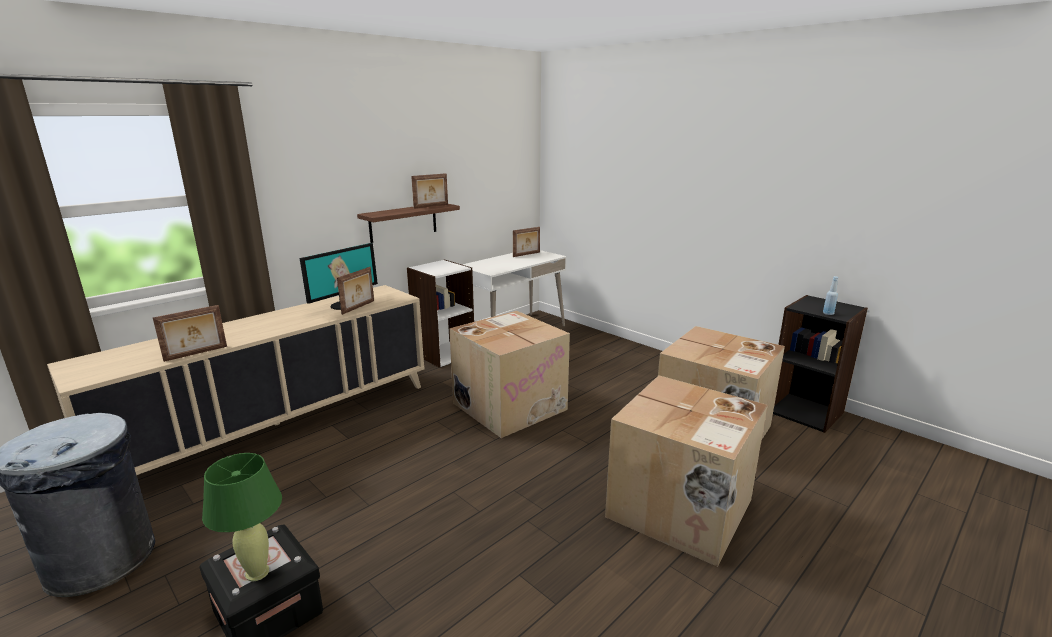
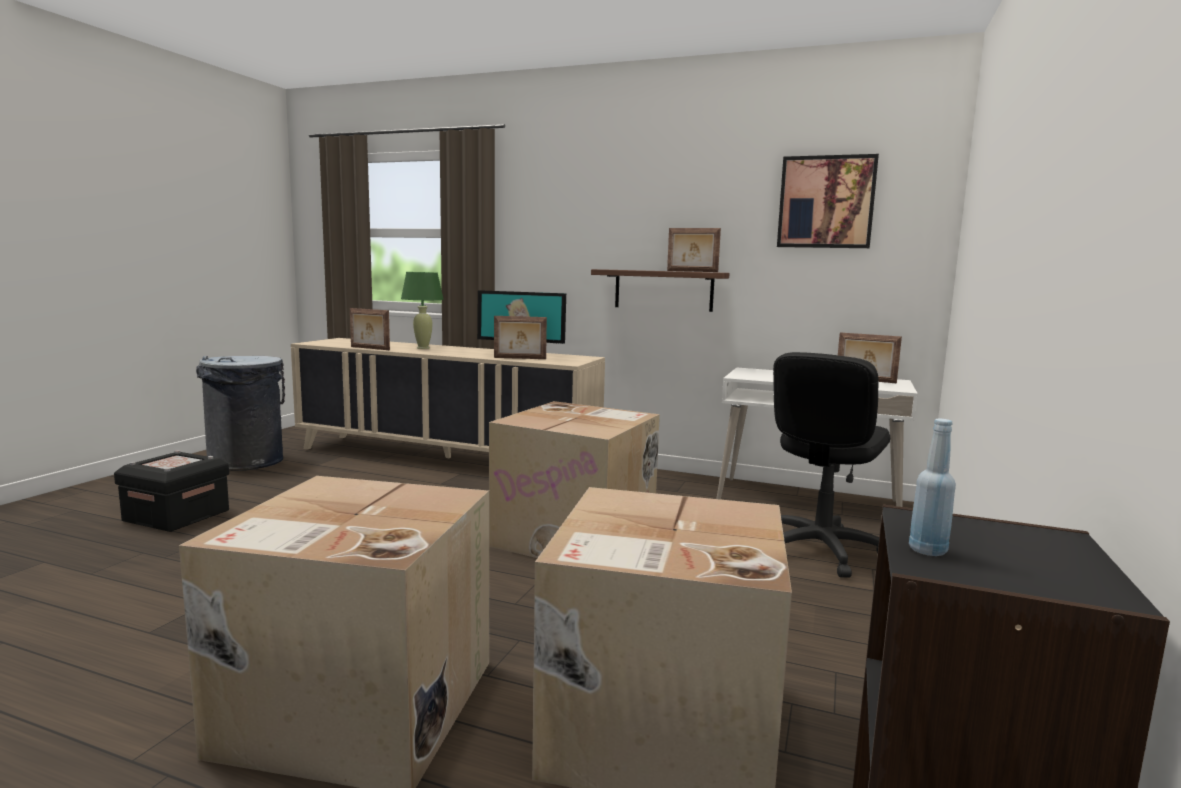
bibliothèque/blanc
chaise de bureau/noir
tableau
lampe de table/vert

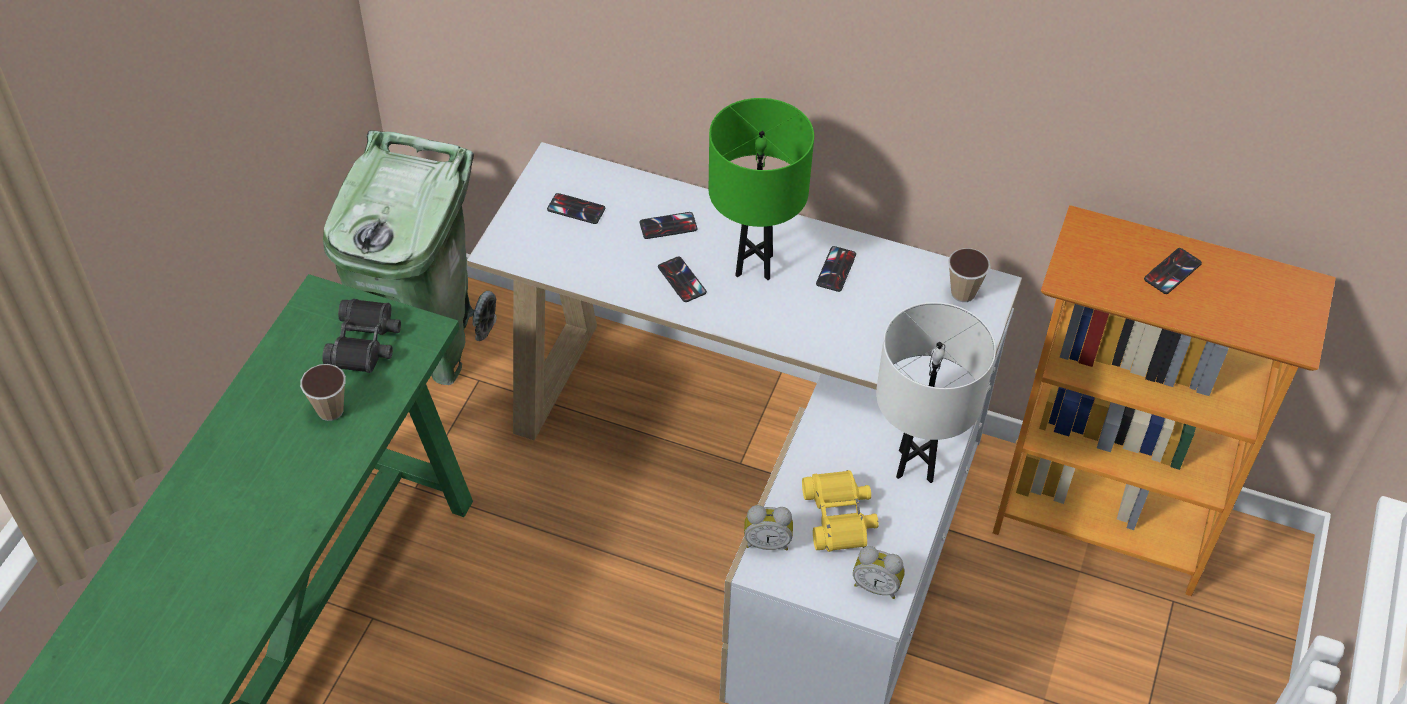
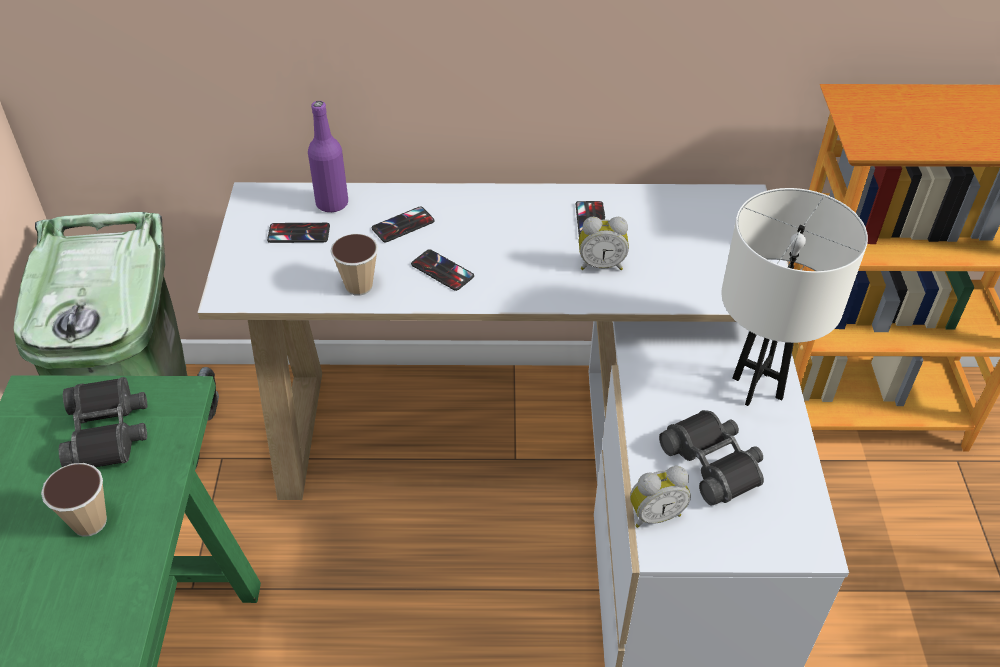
lampe de table/vert
téléphone (5th from left in the first image)
bouteille/violet
réveil (1st from left)
tasse (2nd from left)
jumelles/noir (2nd from left)

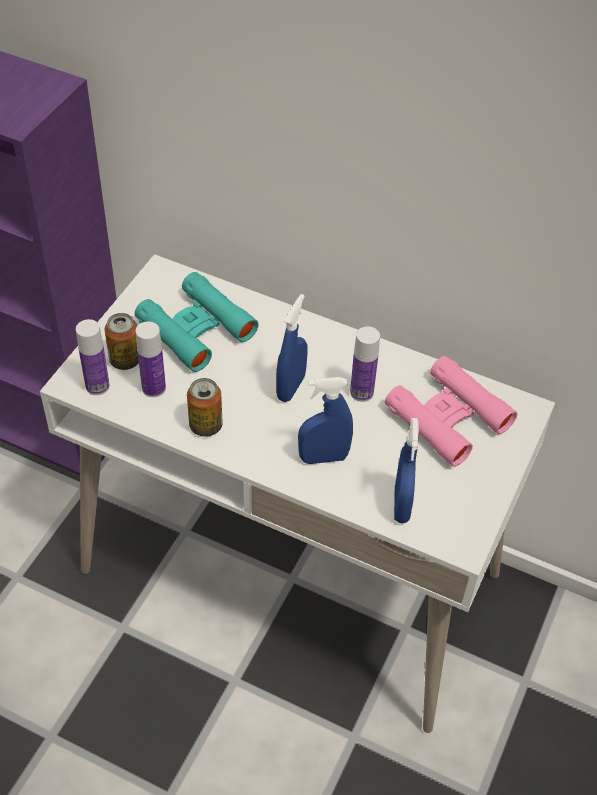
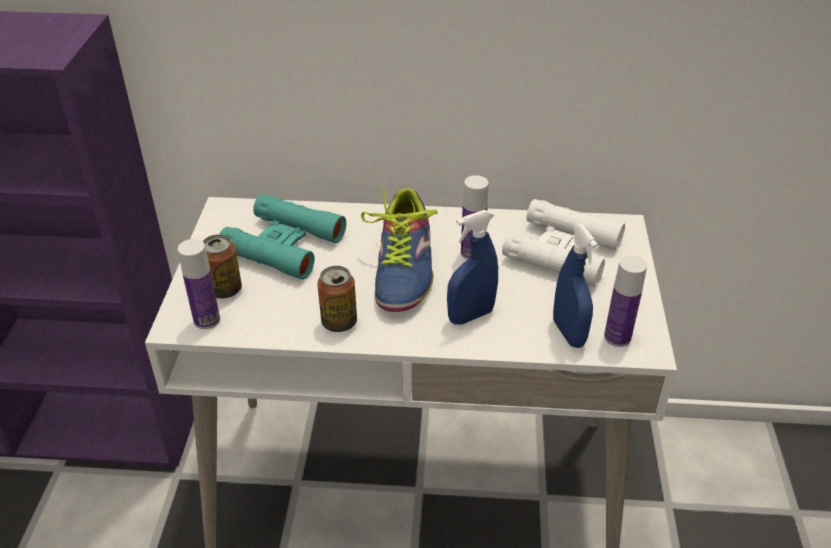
bouteille (3rd from left)
chaussure
jumelles/blanc

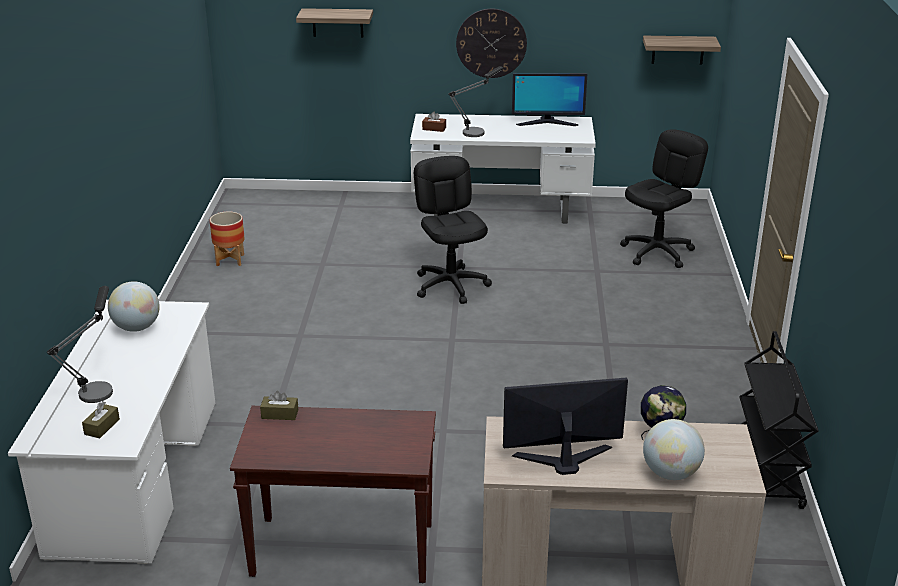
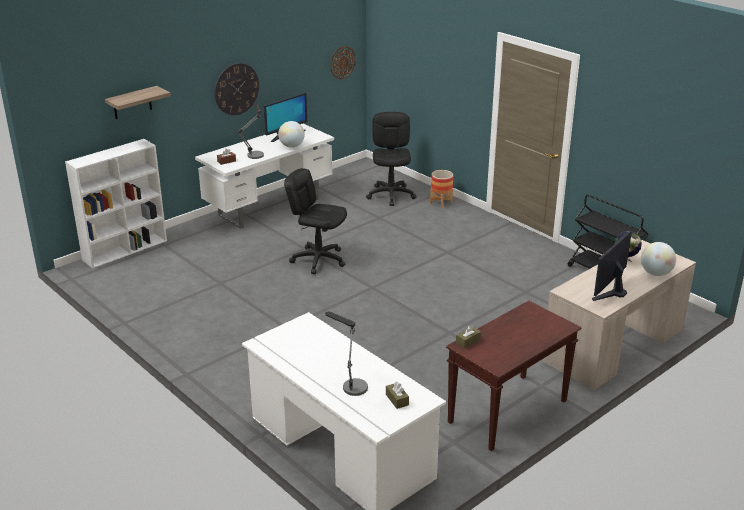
bibliothèque/blanc
globe (1st from left)
cache-pot
horloge murale (2nd from left)

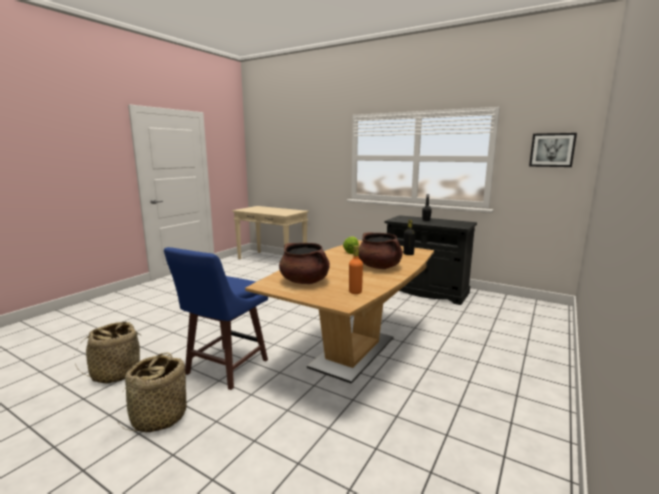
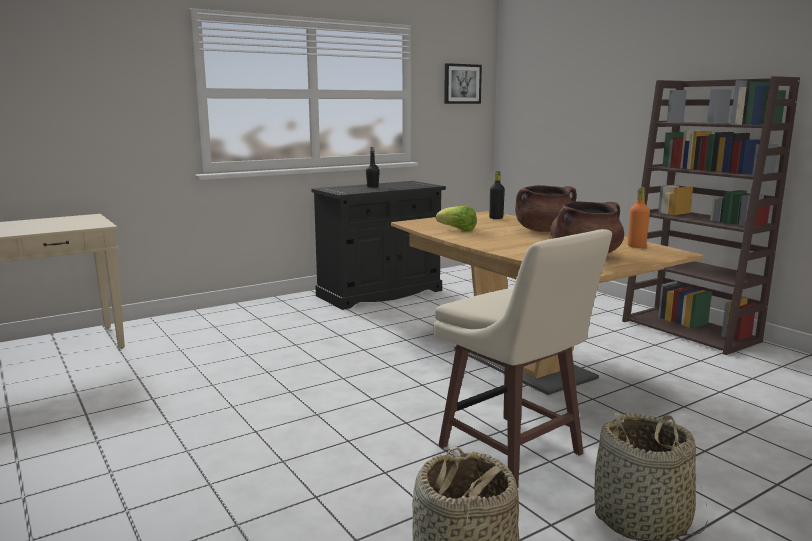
bibliothèque/marron
tabouret/beige

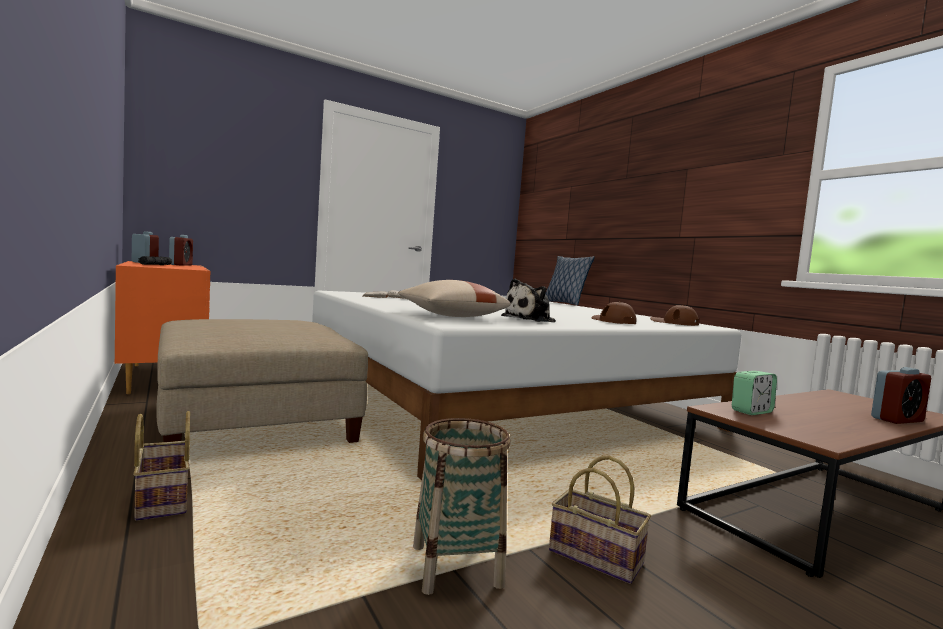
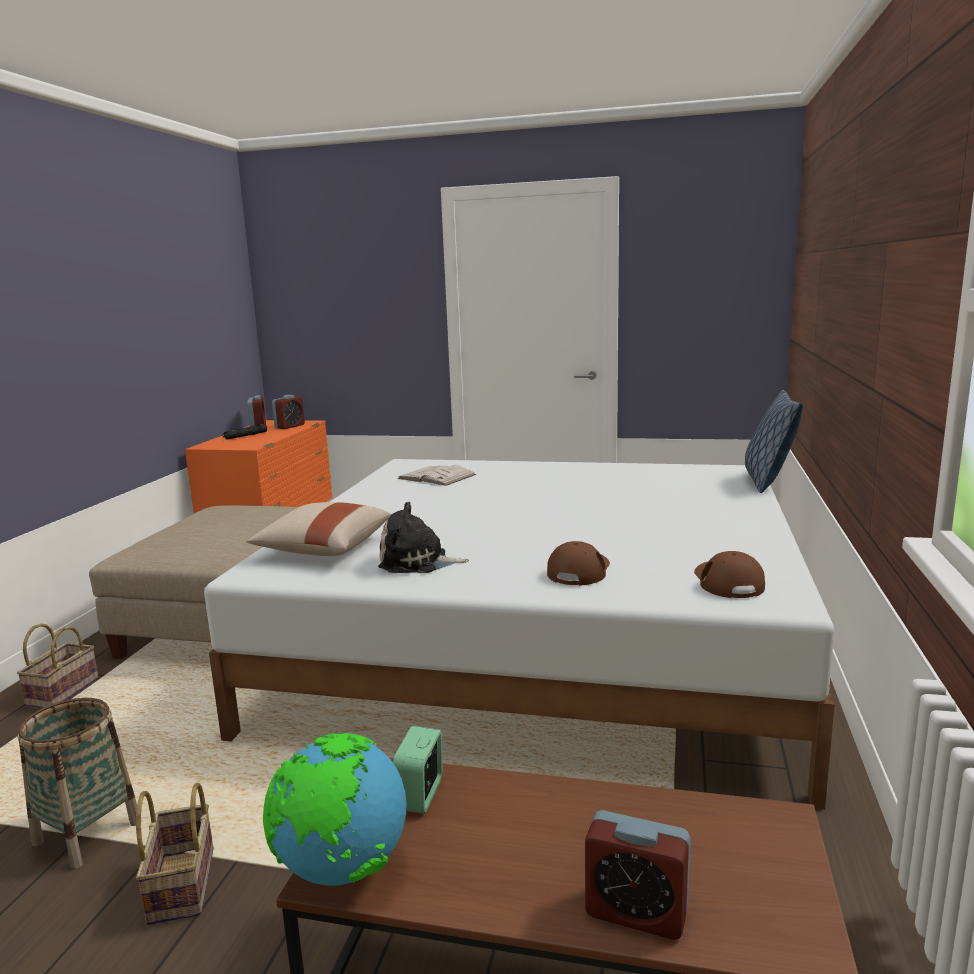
globe
réveil (3rd from left)

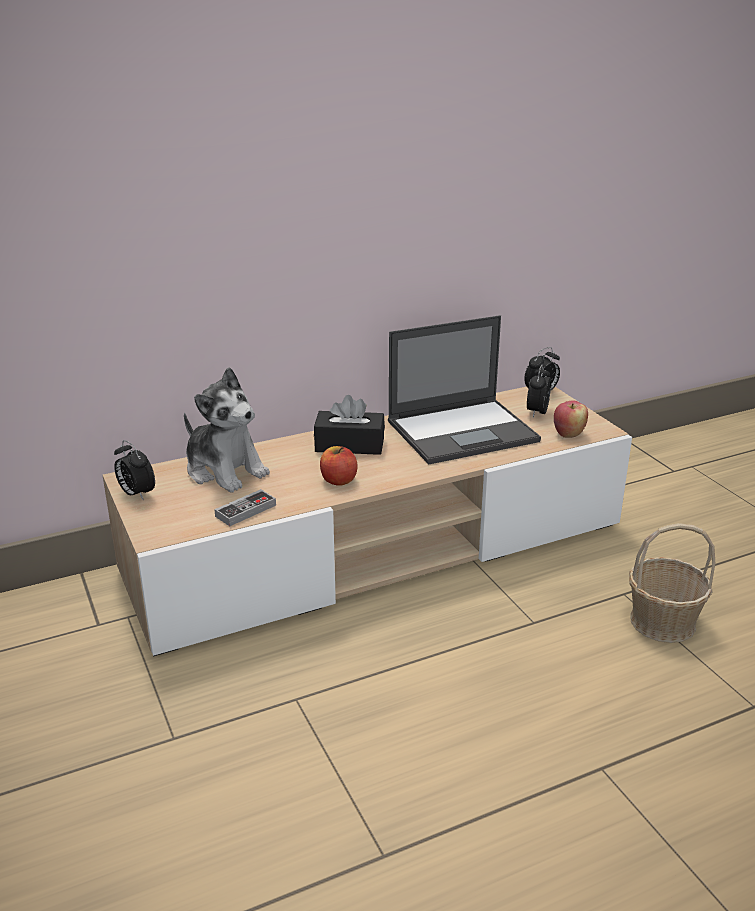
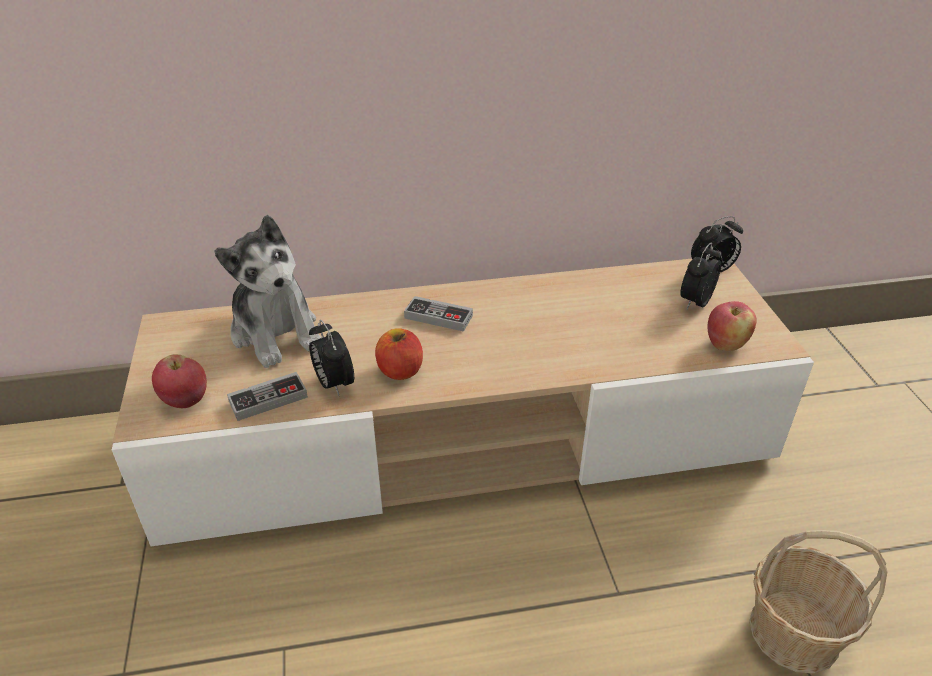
ordinateur portable
pomme (1st from left)
réveil (1st from left)
manette (2nd from left)

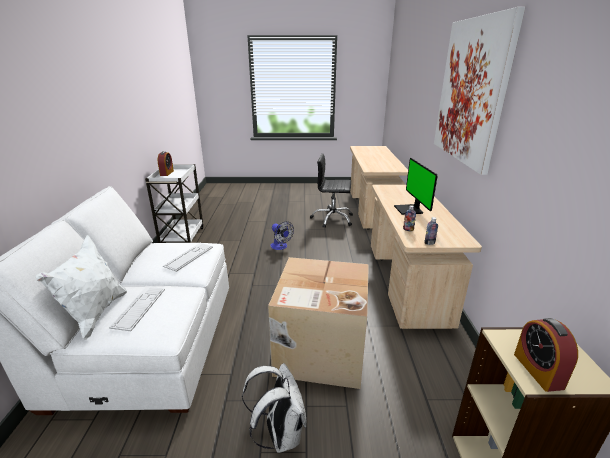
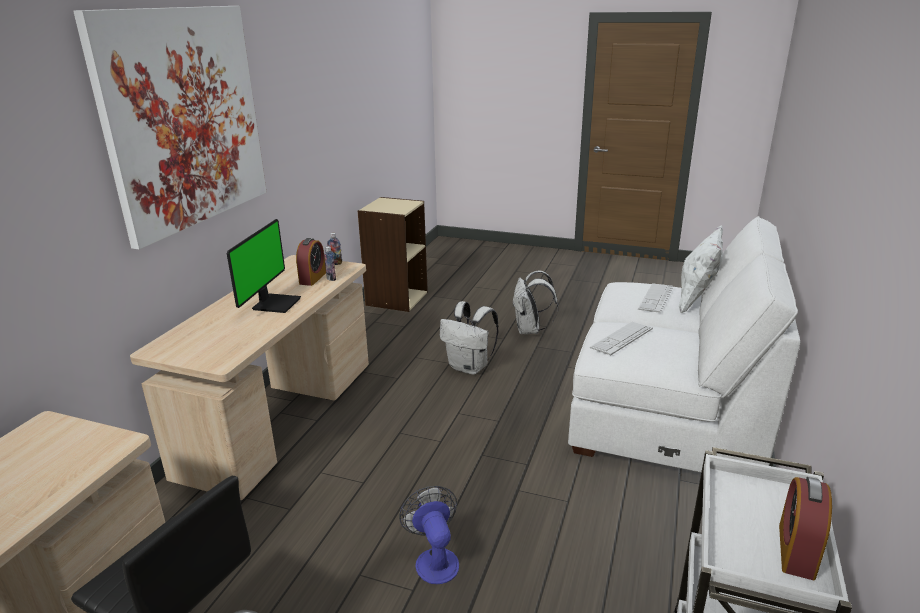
réveil (1st from left)
sac à dos/blanc (1st from left)

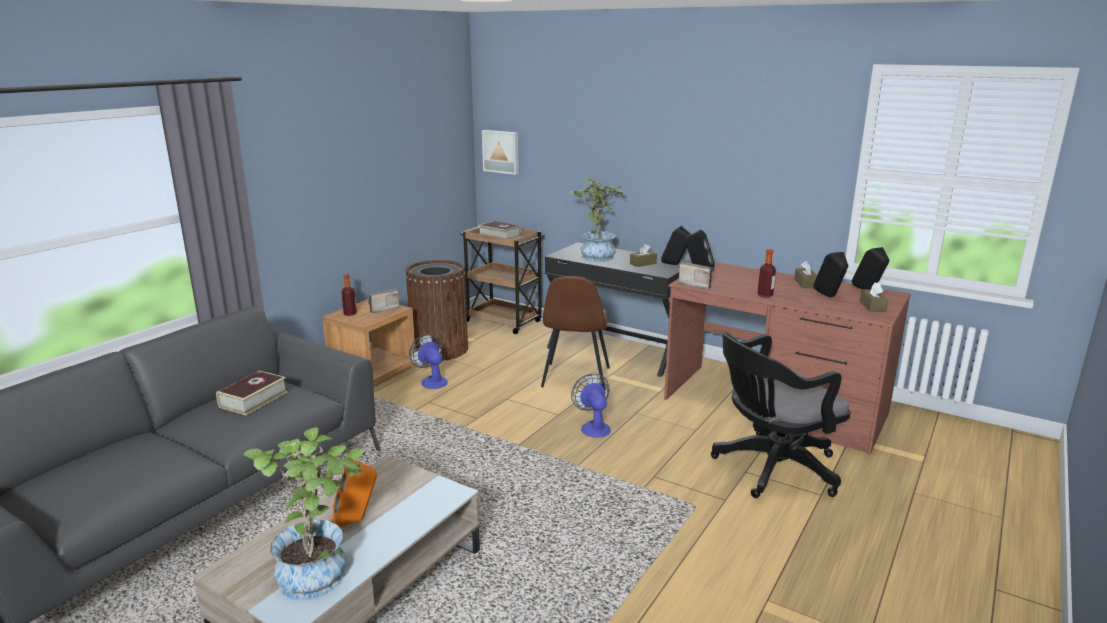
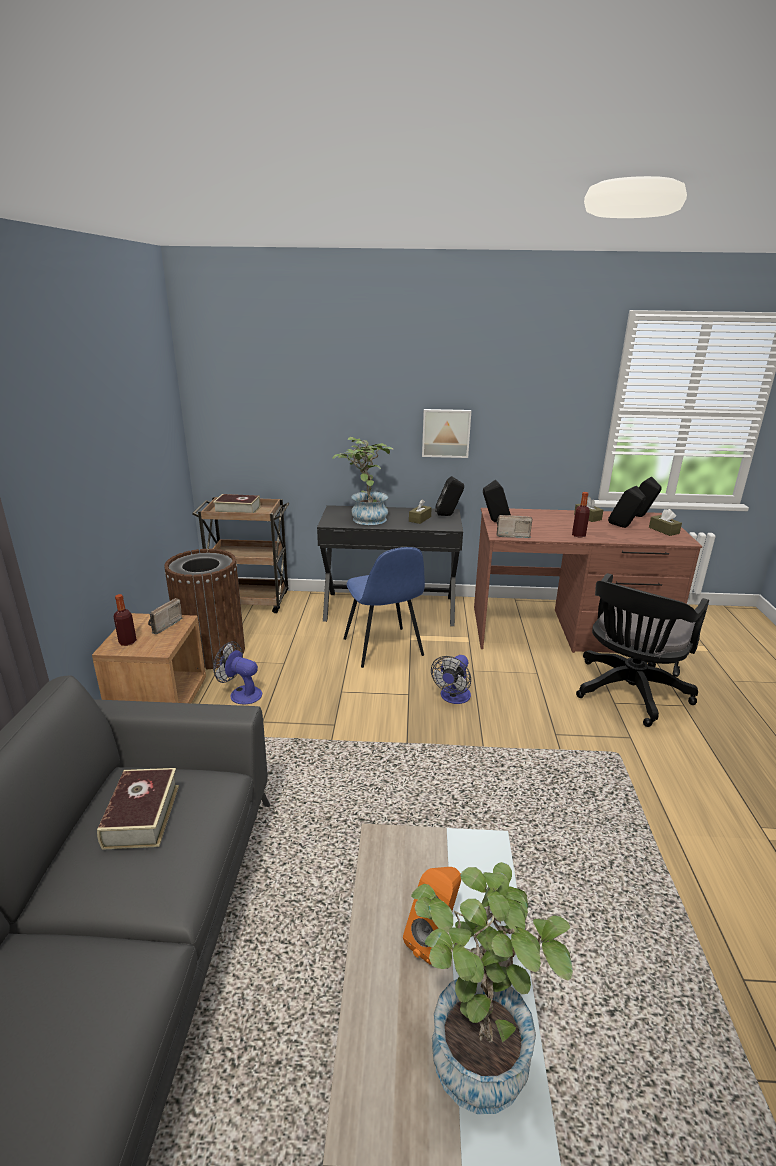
tableau
chaise/bleu
ventilateur (2nd from left)

